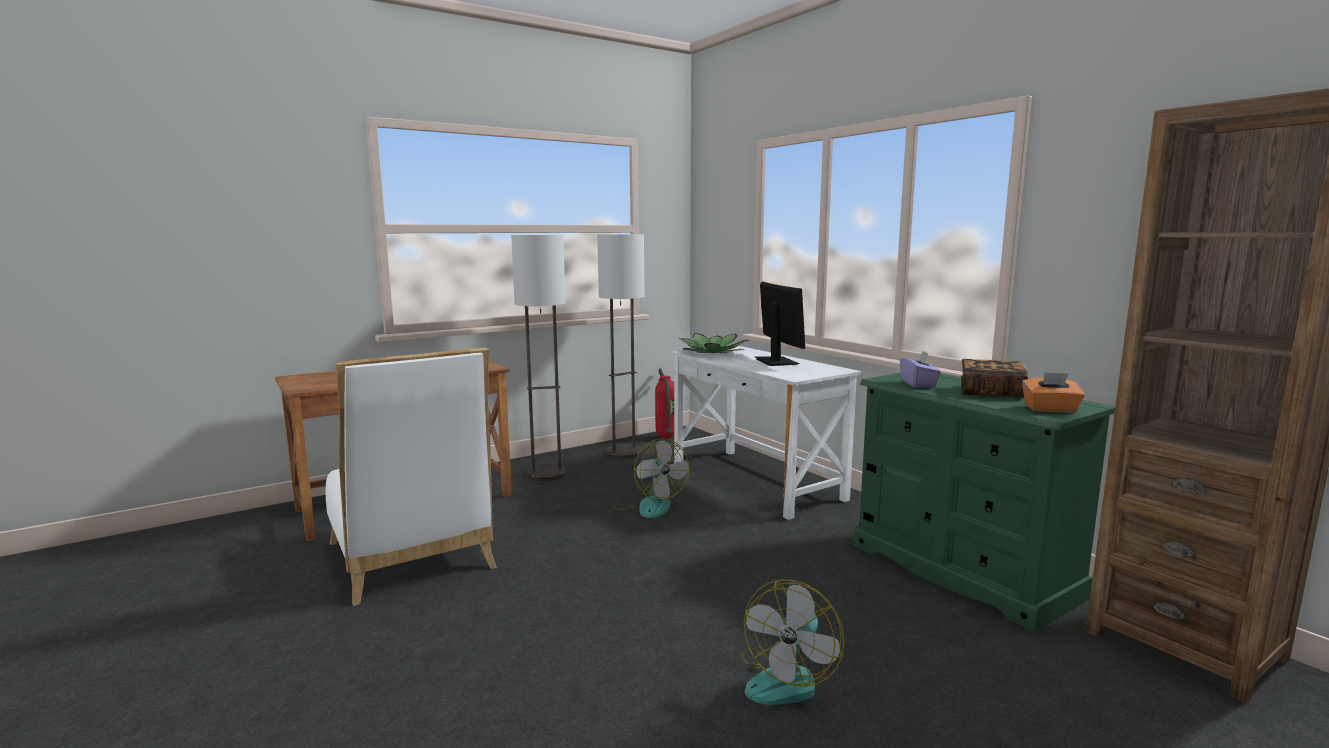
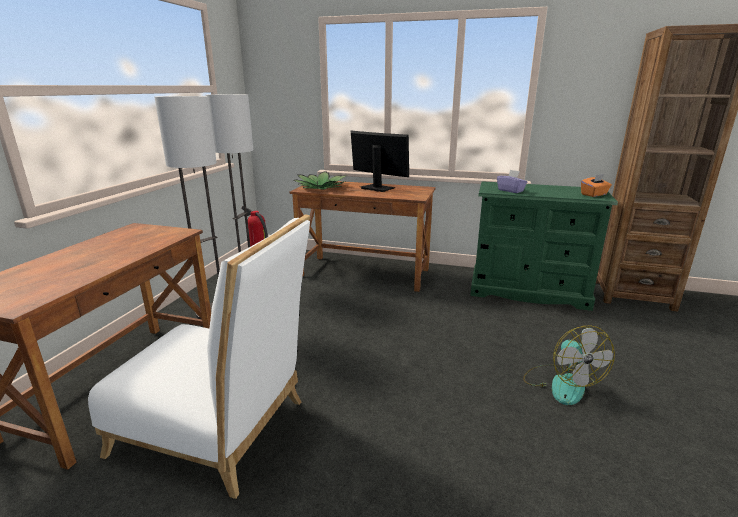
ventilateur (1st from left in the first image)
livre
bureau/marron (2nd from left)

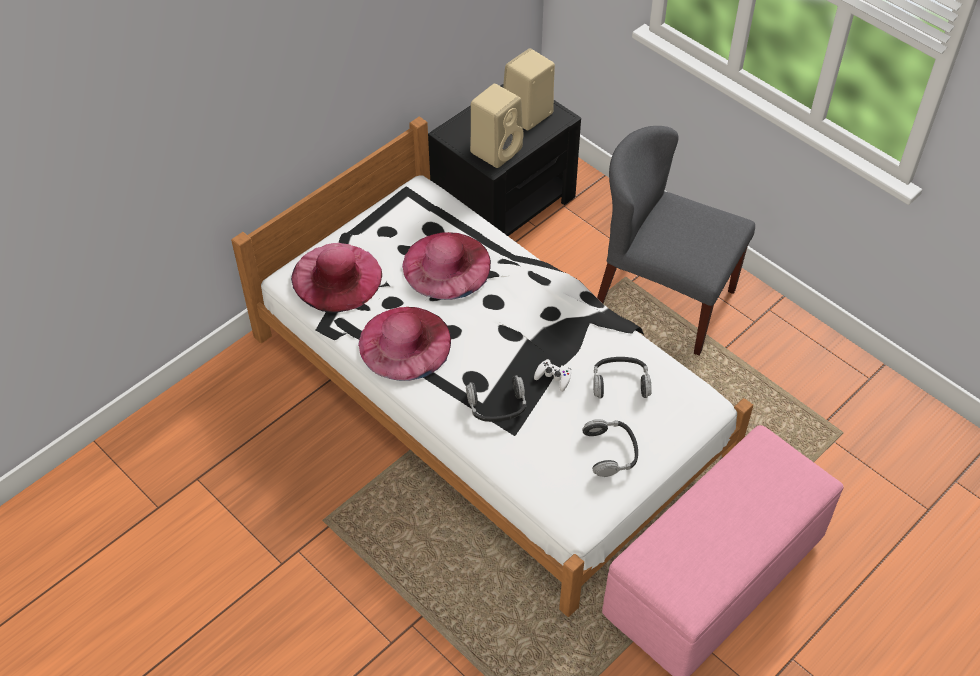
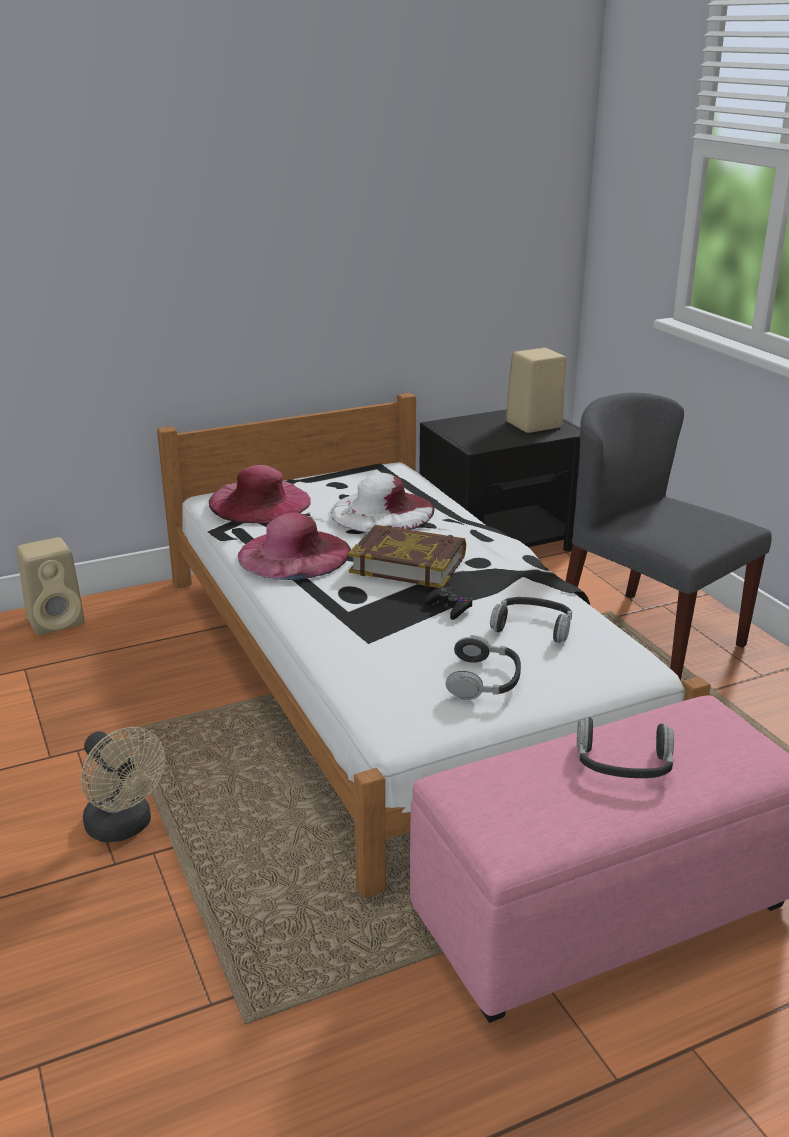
ventilateur/beige
livre
casque audio (3rd from left)
enceinte/beige (1st from left)
chapeau/blanc
manette/noir

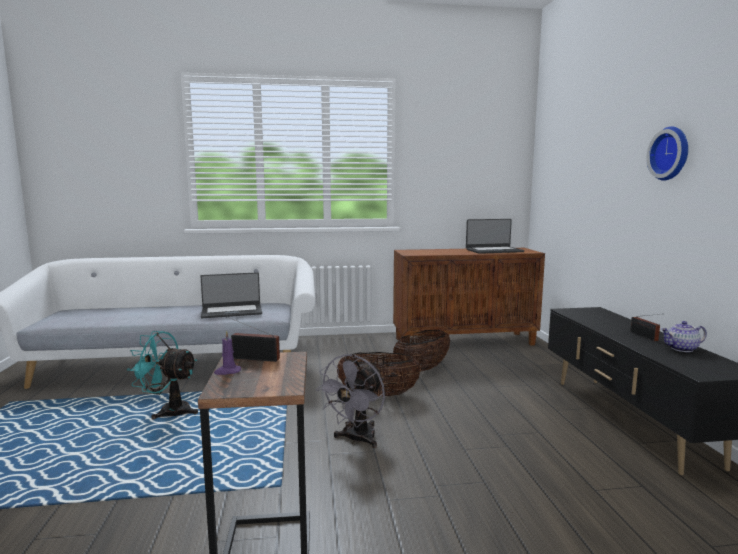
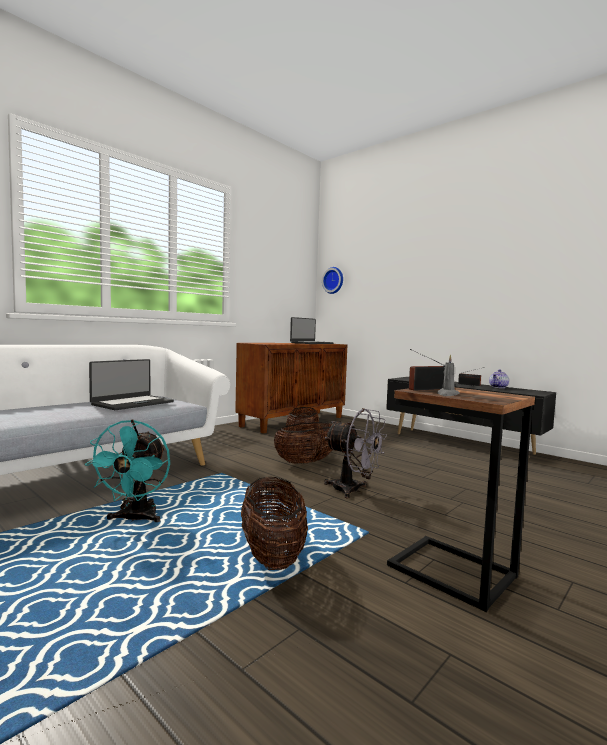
panier (1st from left)
horloge murale
bougie/gris
ventilateur/turquoise
ventilateur/gris

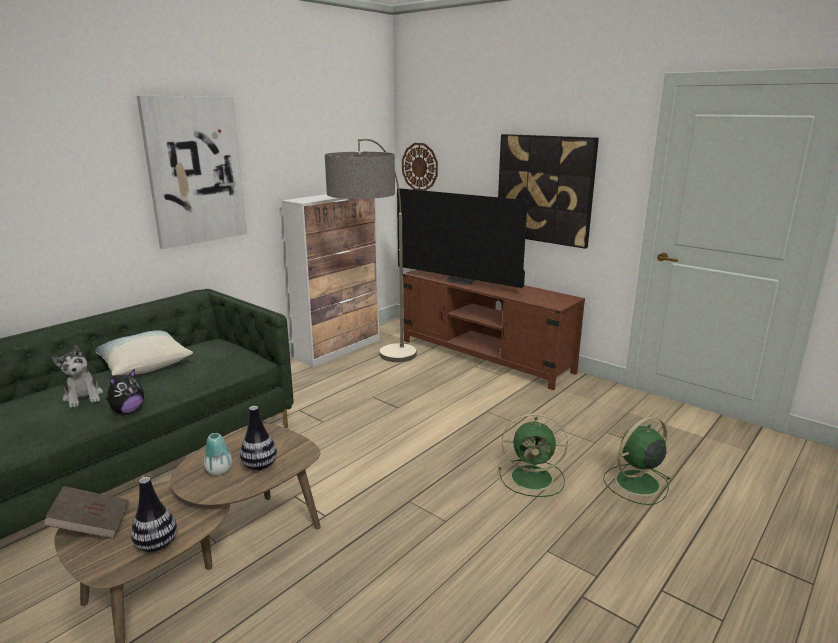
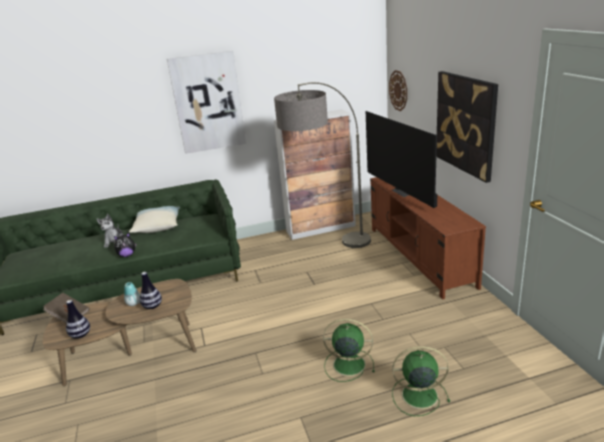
ventilateur/vert (1st from left)

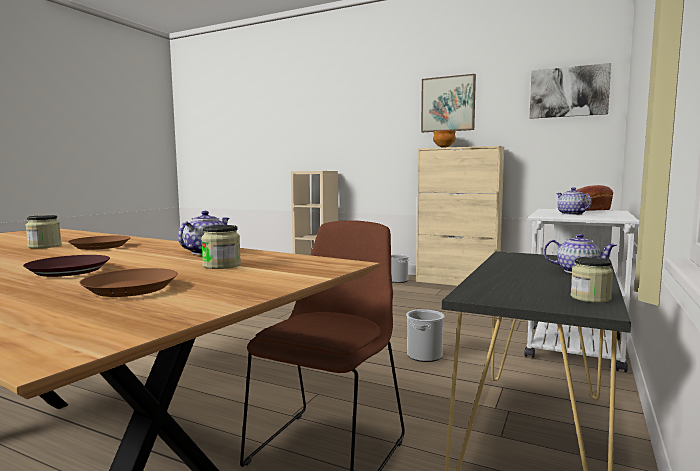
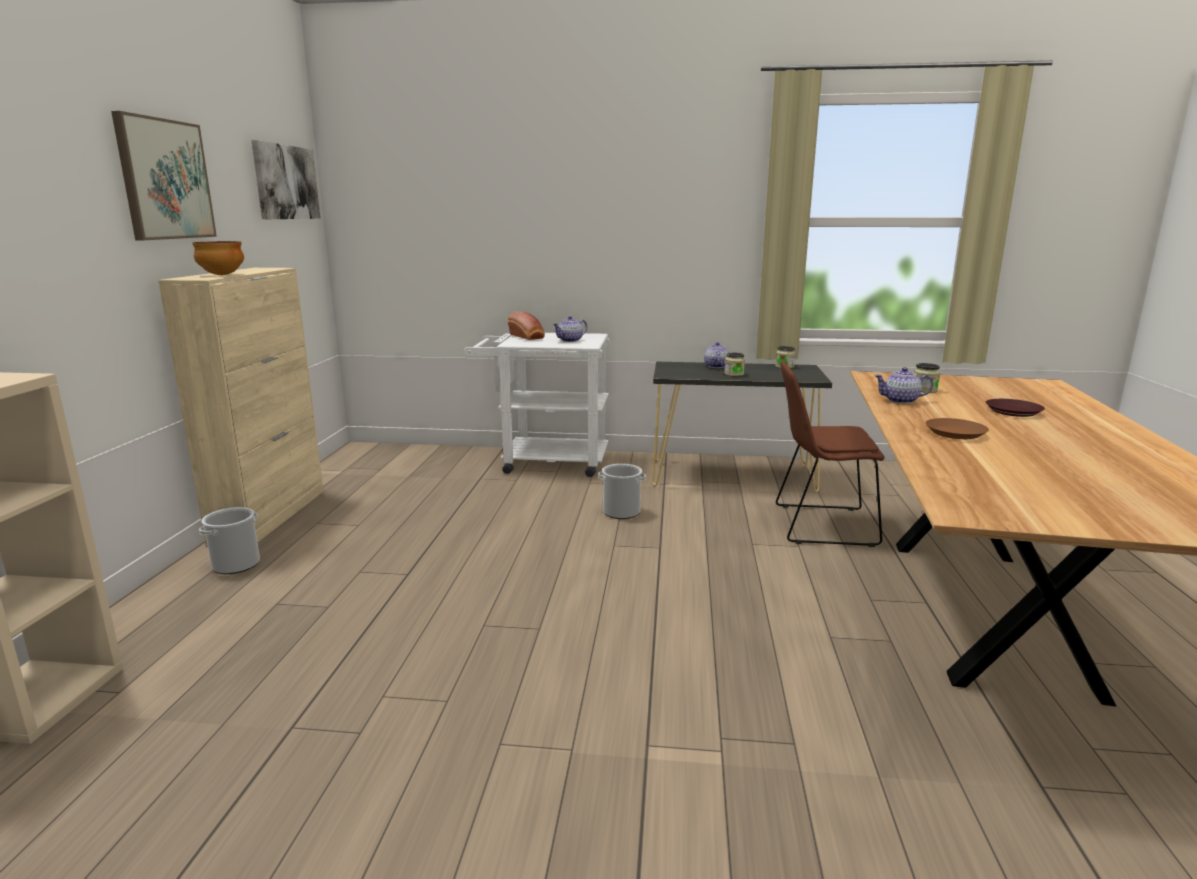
assiette/marron (3rd from left in the first image)
bocal (1st from left)

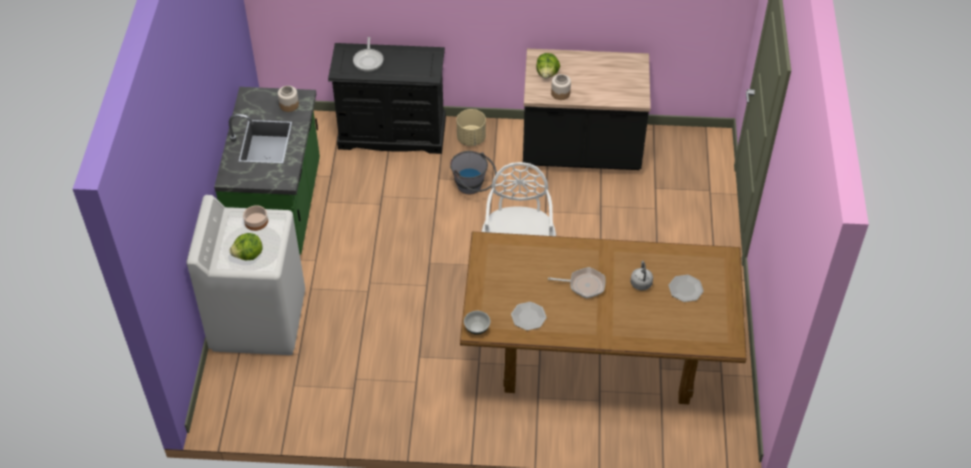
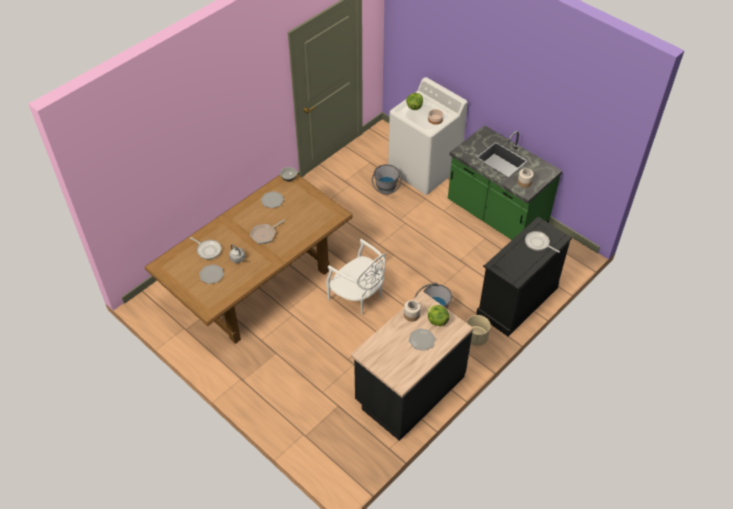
poêle (1st from left)
seau/gris (1st from left)
assiette (3rd from left)

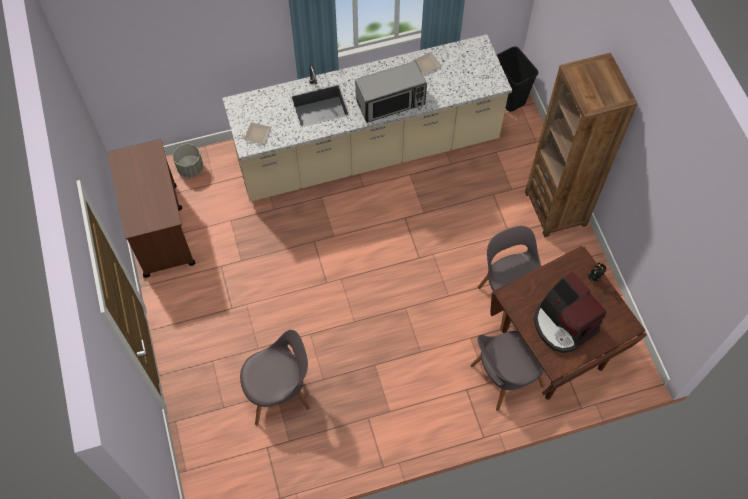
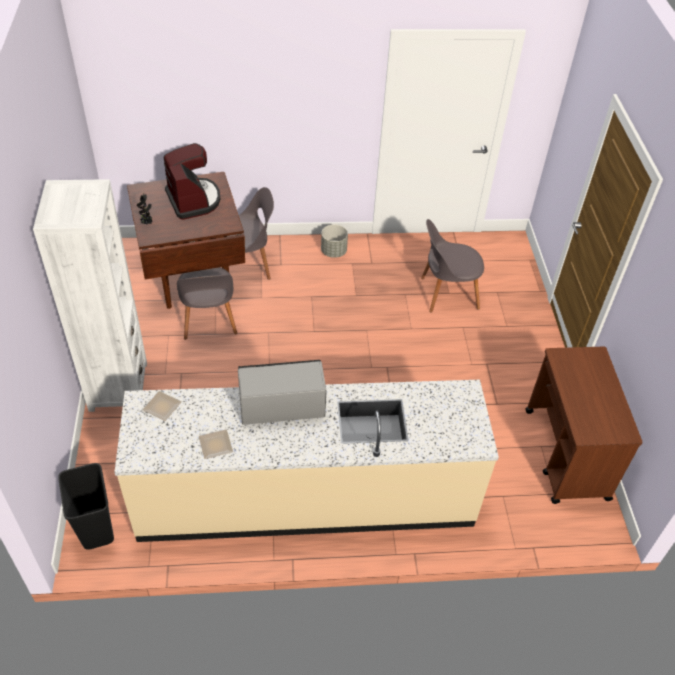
cache-pot/gris
assiette (1st from left)
bibliothèque/blanc

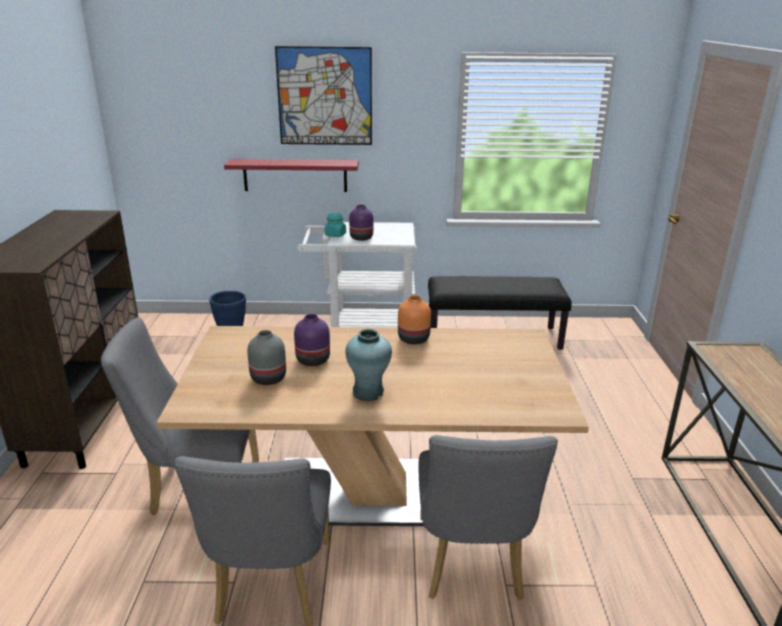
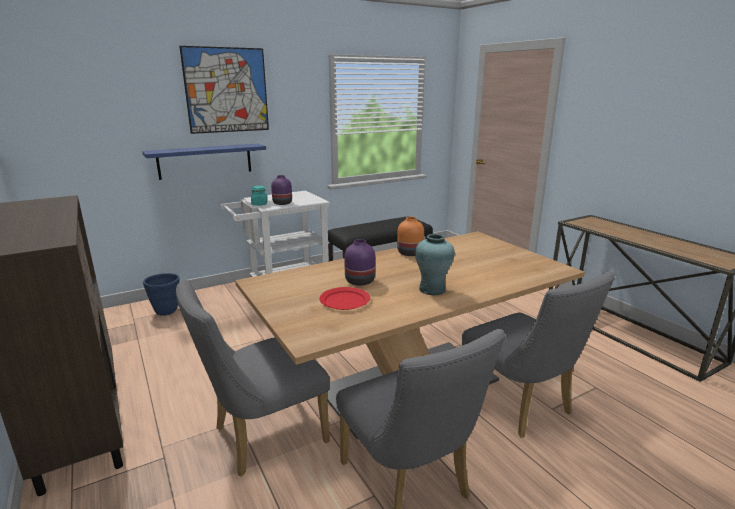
assiette/rouge
étagère/bleu

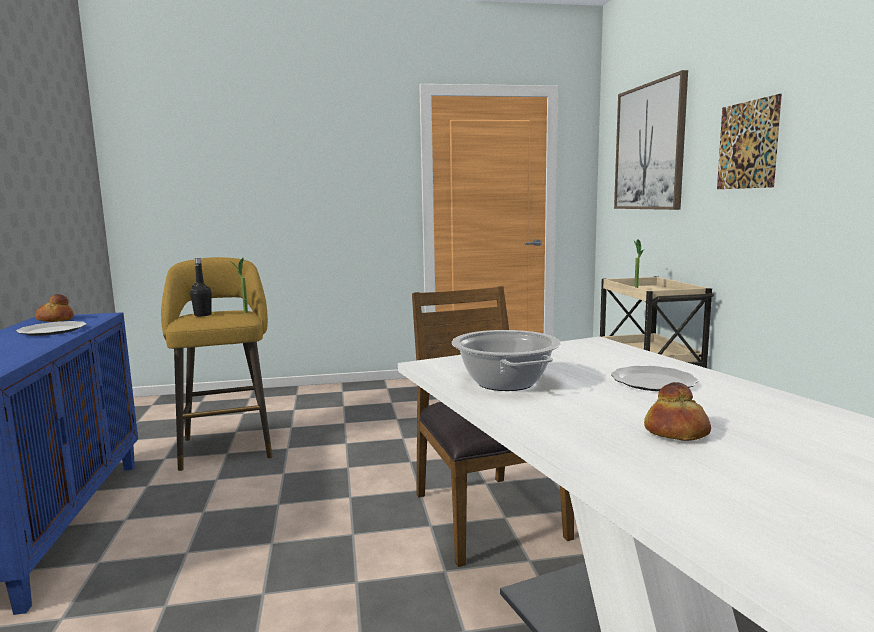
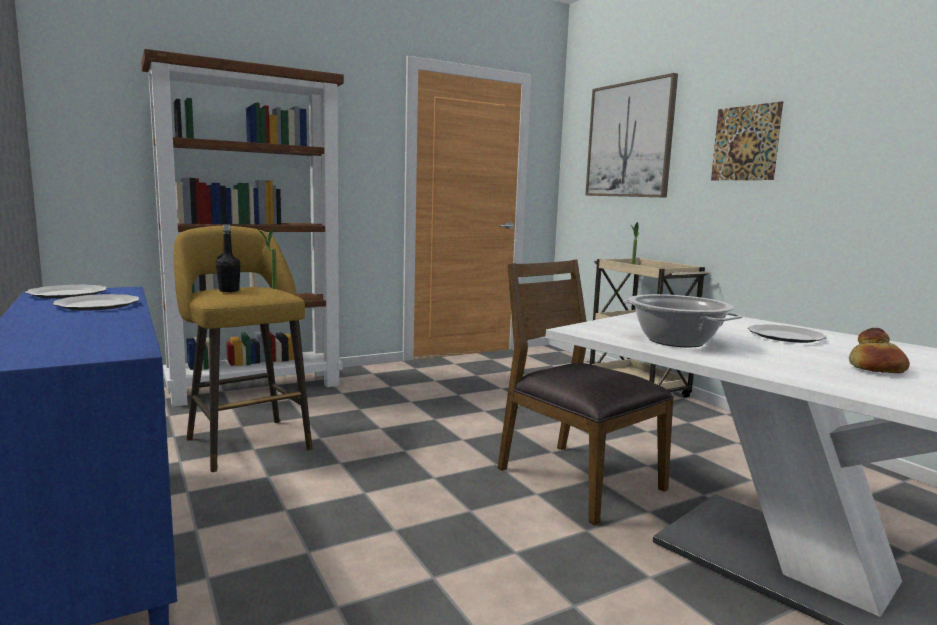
bibliothèque/marron
assiette (1st from left)

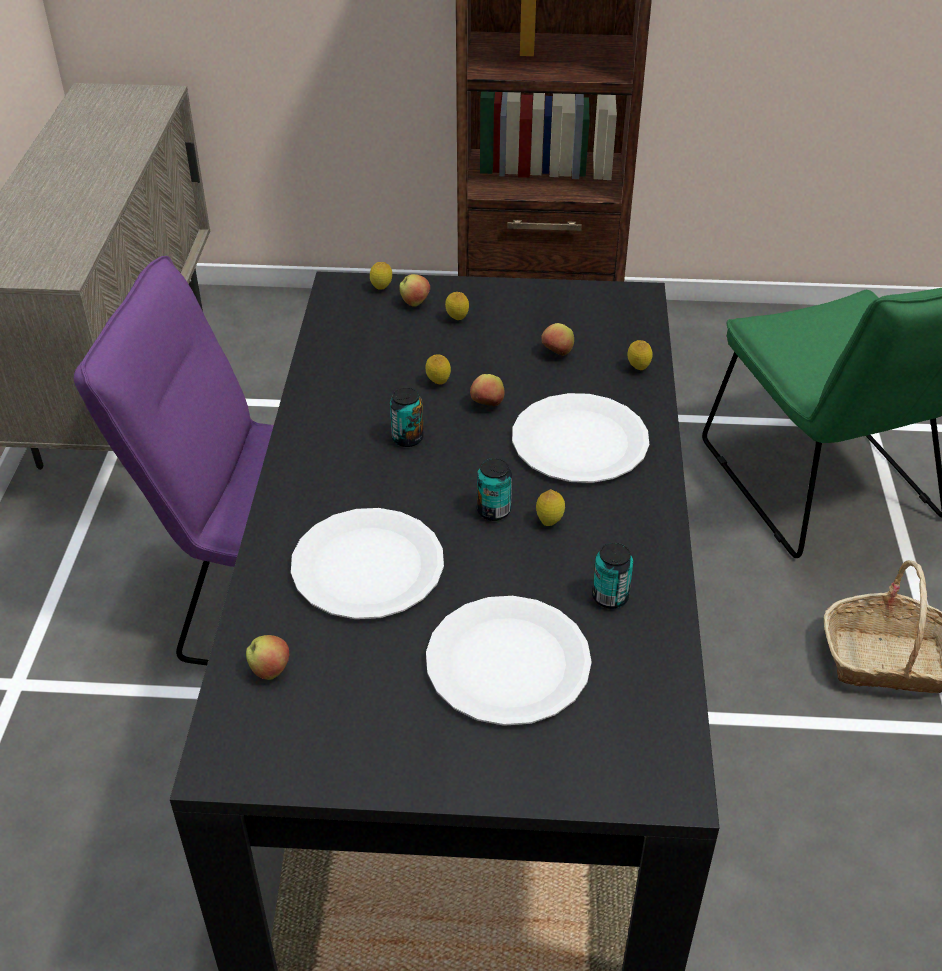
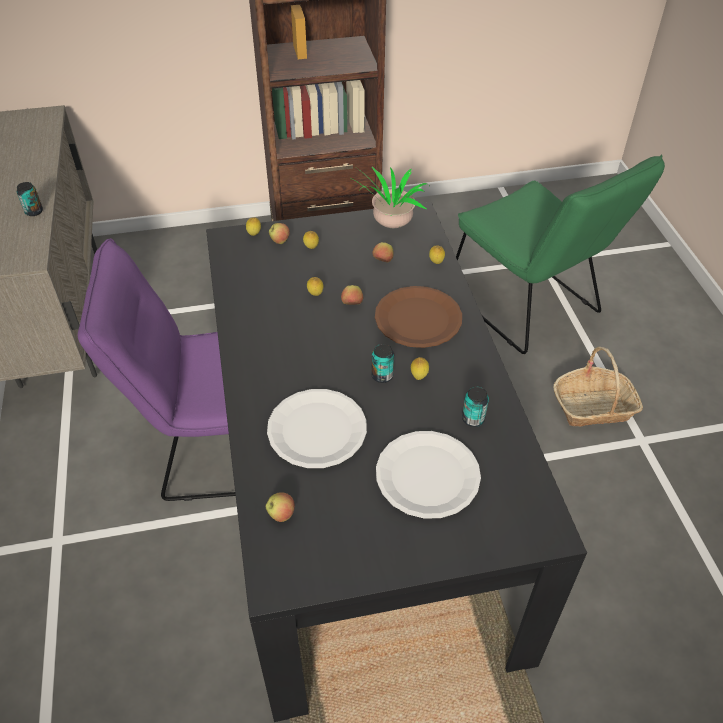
plante en pot
boîte métallique (1st from left)
assiette/marron

